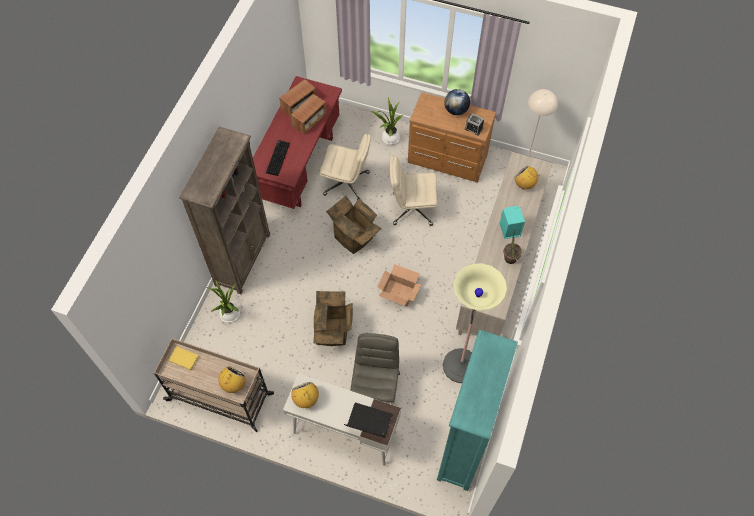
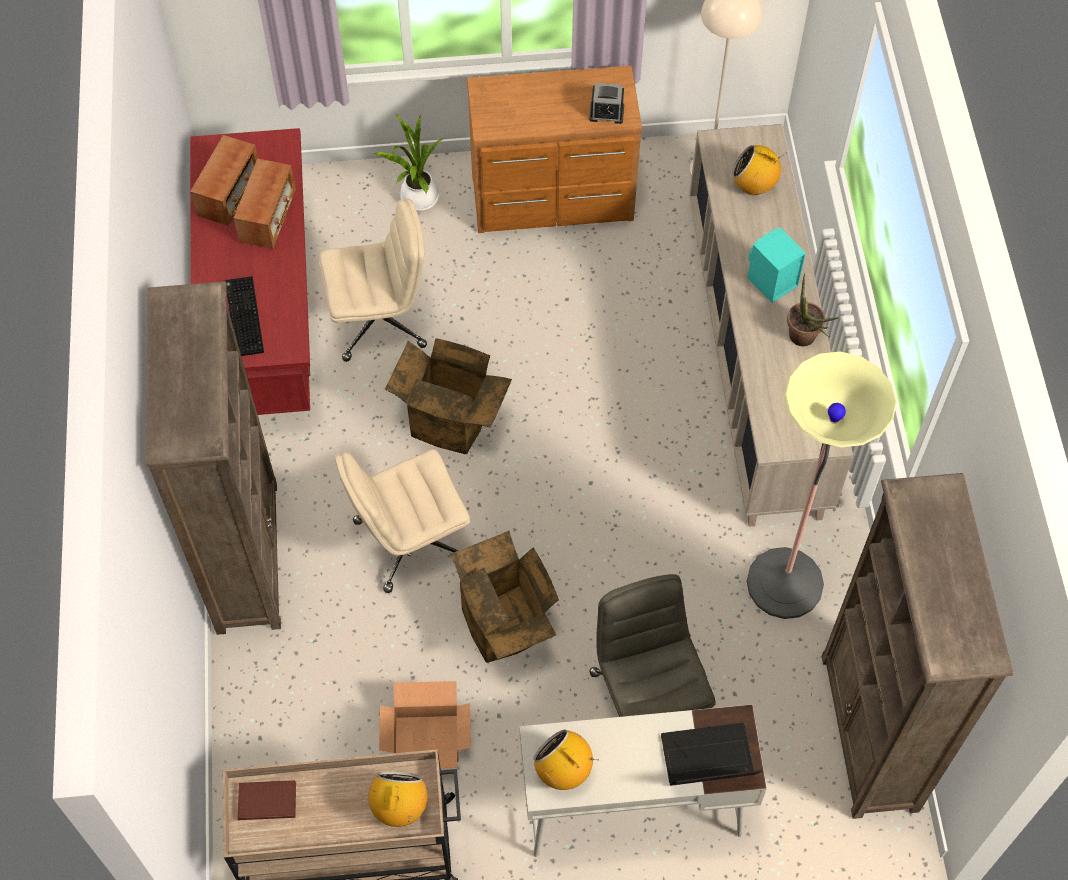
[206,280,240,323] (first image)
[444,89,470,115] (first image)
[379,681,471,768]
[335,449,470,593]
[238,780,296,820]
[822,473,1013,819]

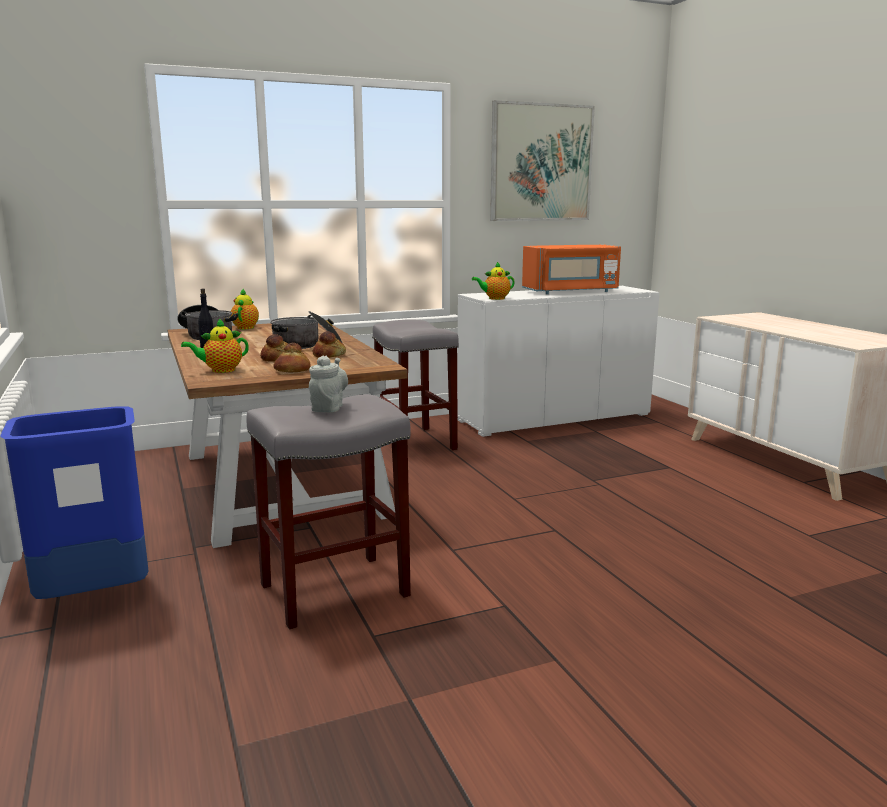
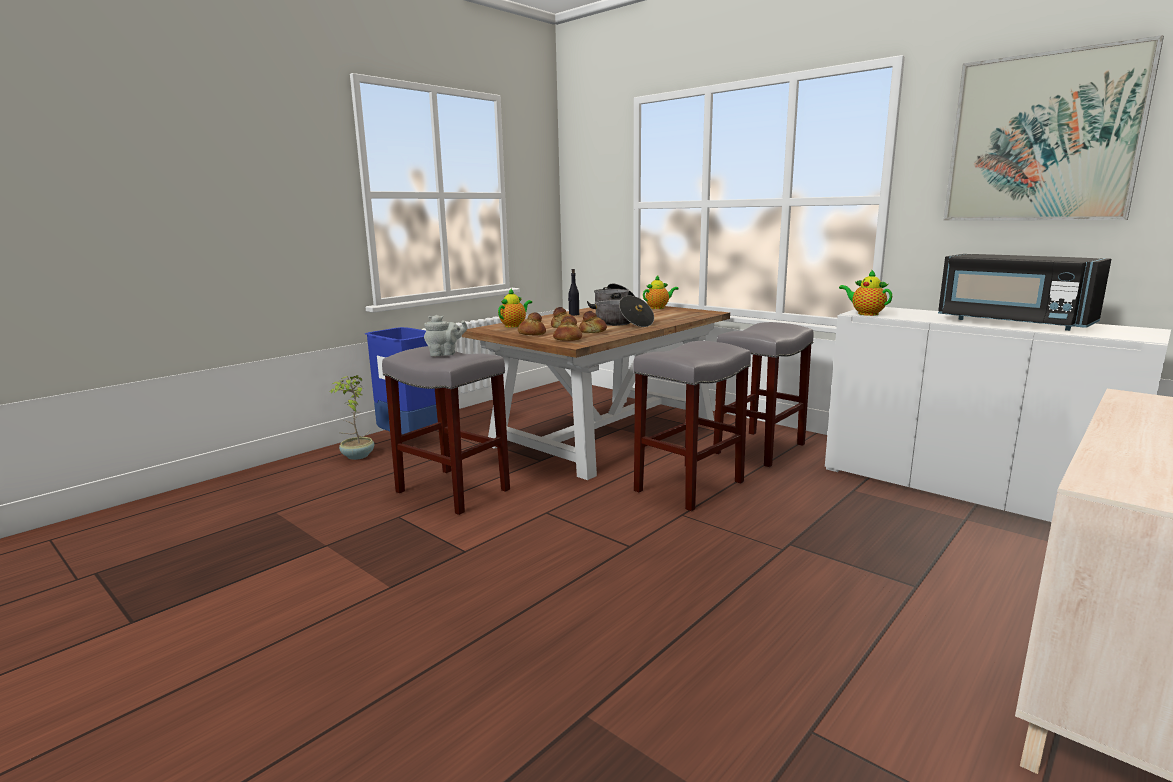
[330,375,375,460]
[553,317,582,341]
[633,341,751,511]
[938,254,1111,331]
[498,288,532,328]

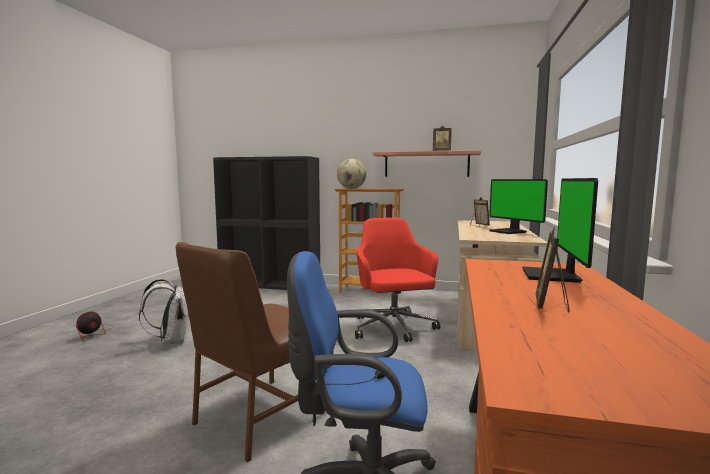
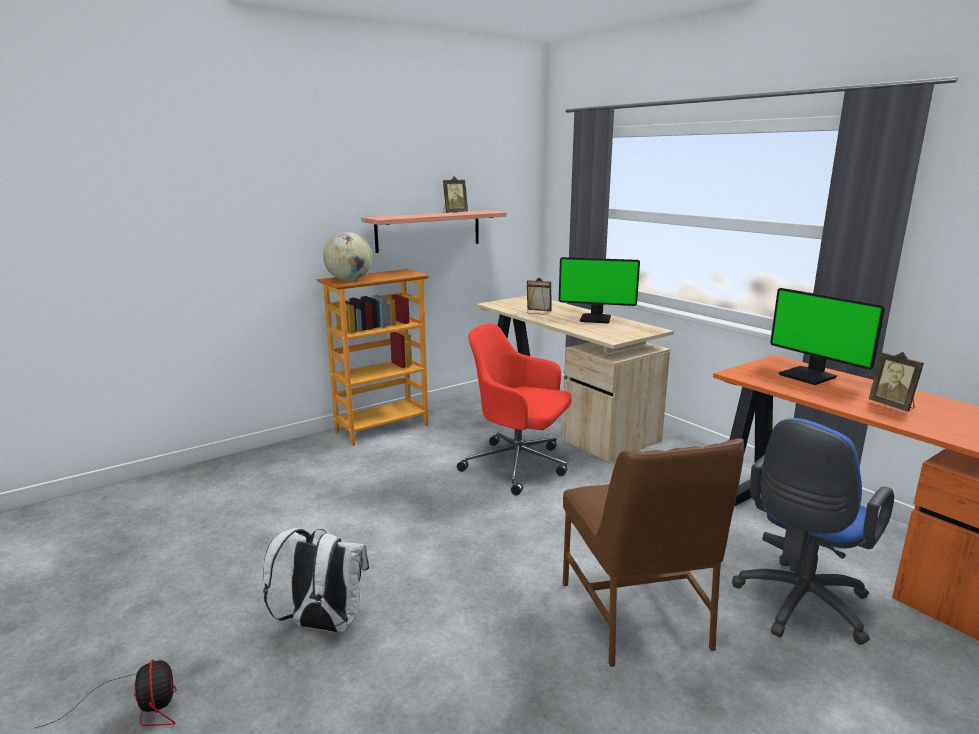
[213,156,320,290] (first image)

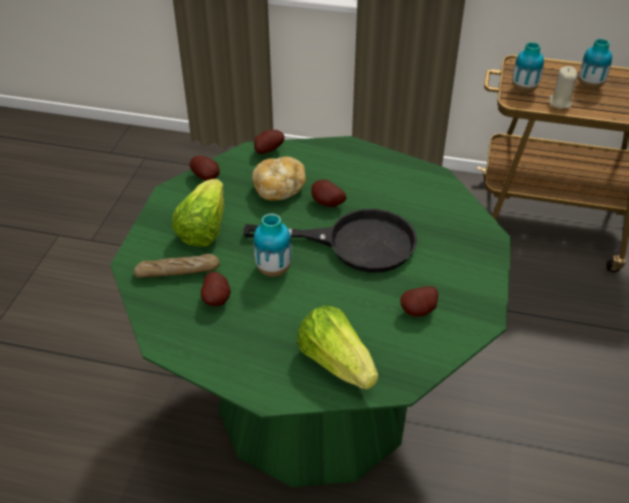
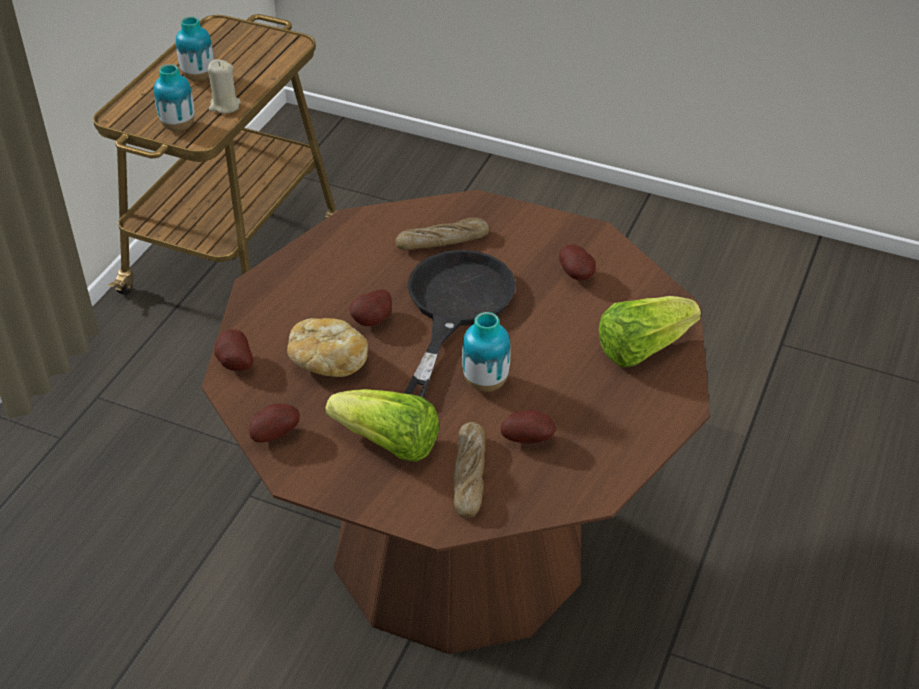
[395,218,489,250]
[202,190,710,654]

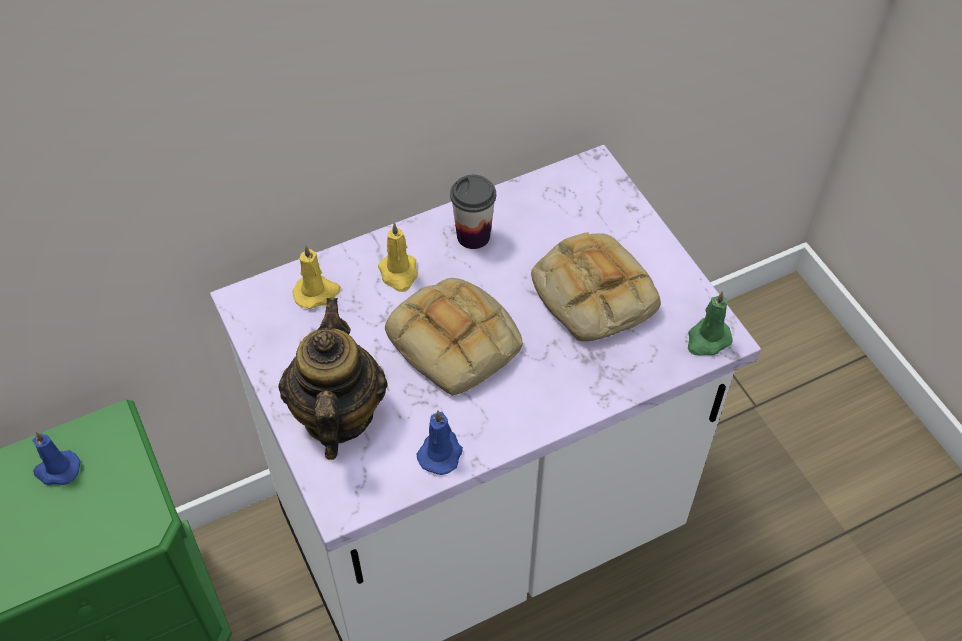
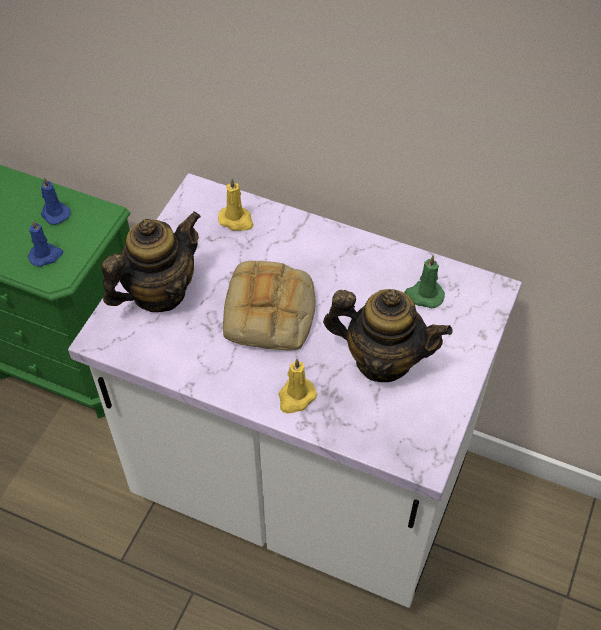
[450,175,496,249] (first image)
[278,359,317,413]
[28,220,63,267]
[404,255,445,308]
[323,289,453,382]

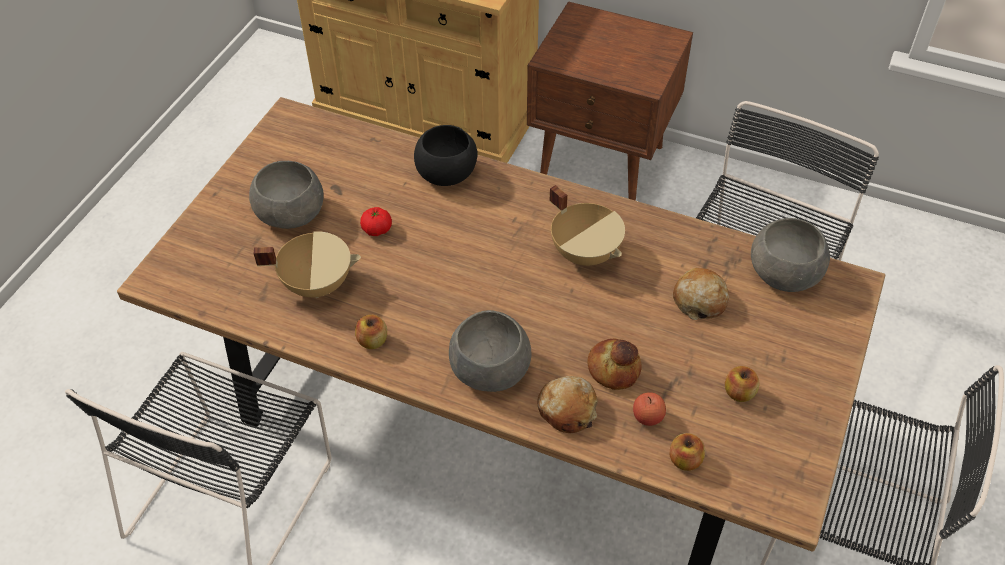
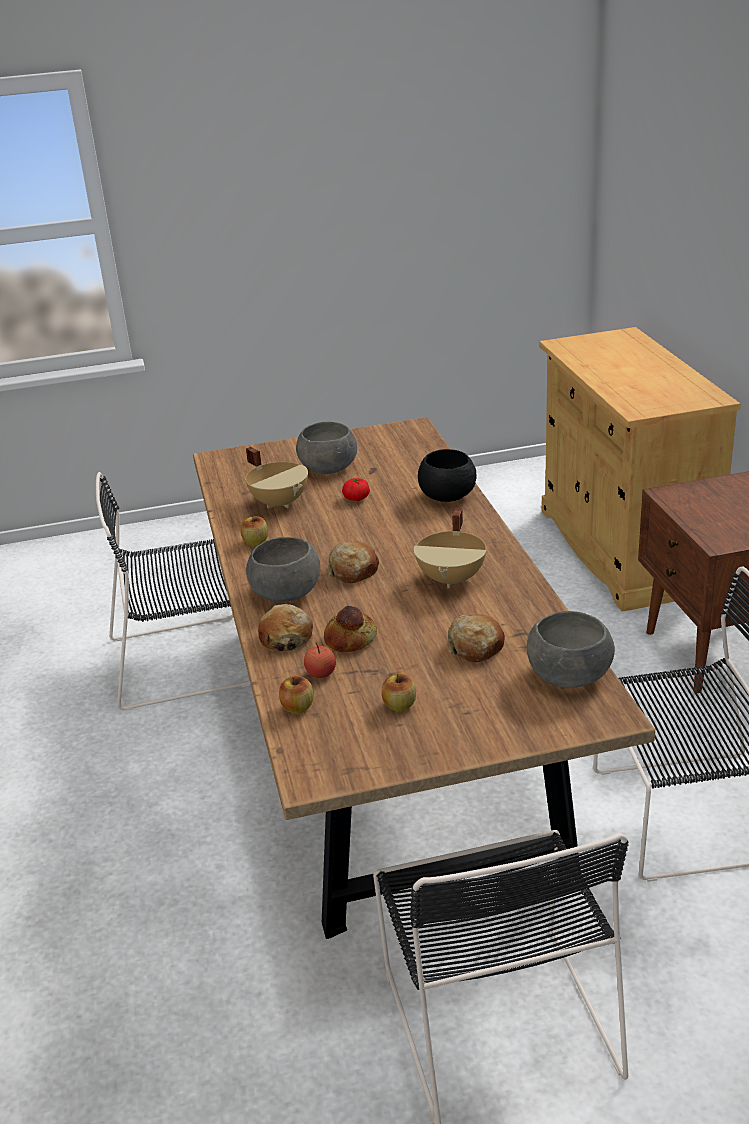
[328,541,379,583]

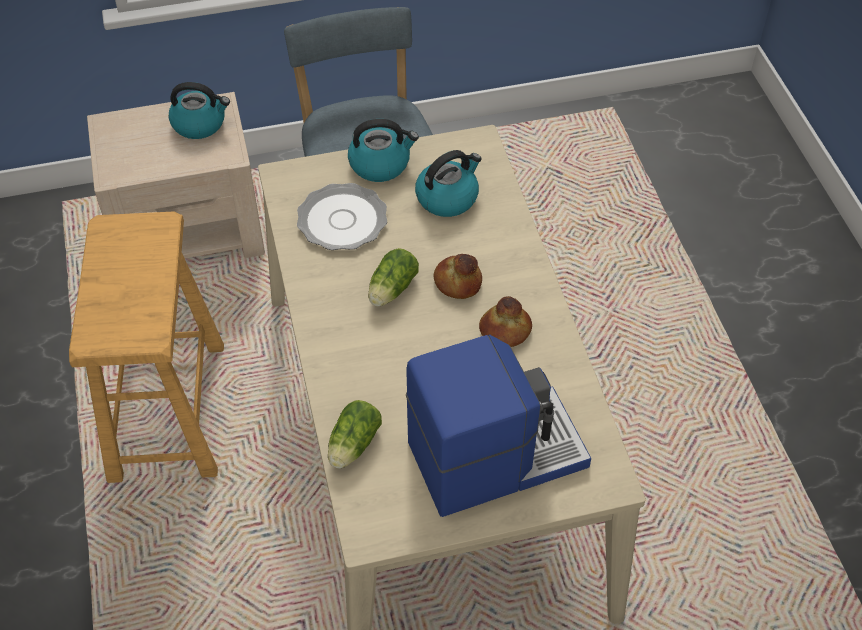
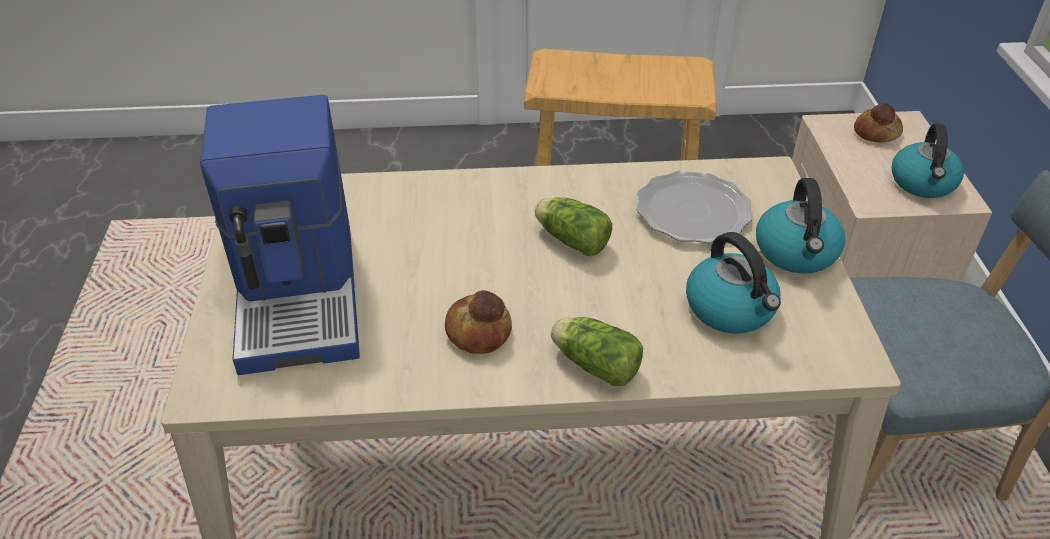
[551,317,643,386]
[854,103,903,142]

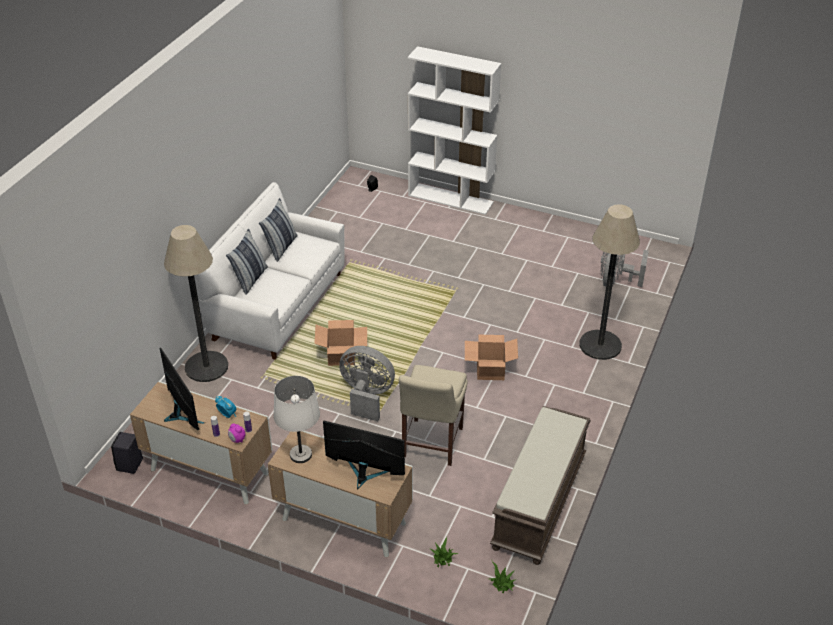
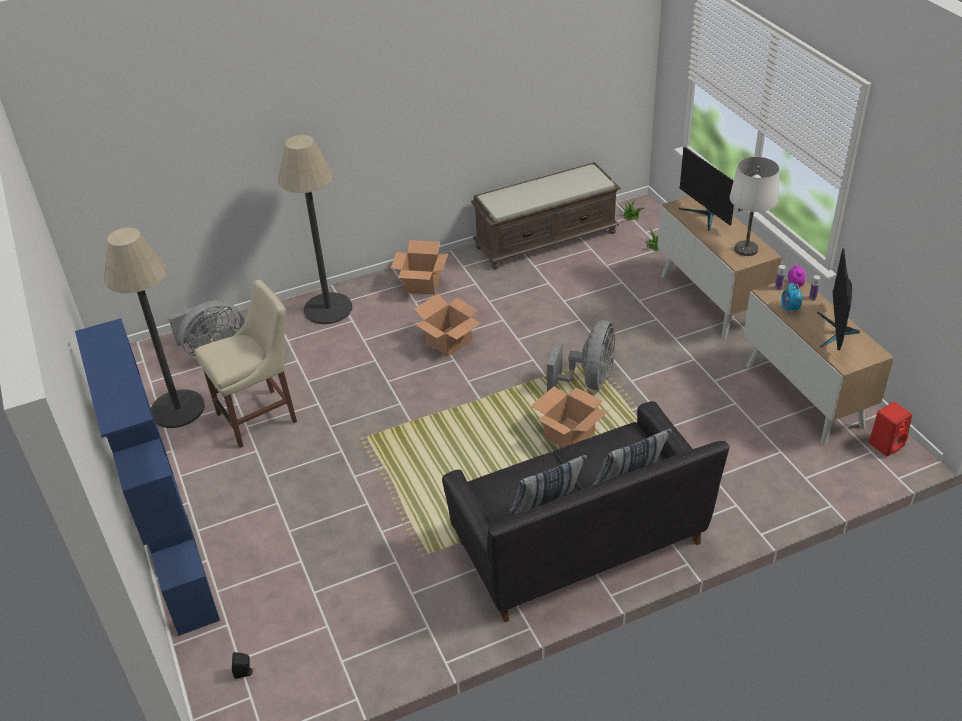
[391,240,448,294]
[104,228,205,428]
[194,280,297,448]
[869,402,912,456]
[442,401,729,622]
[75,318,220,636]
[547,320,615,392]

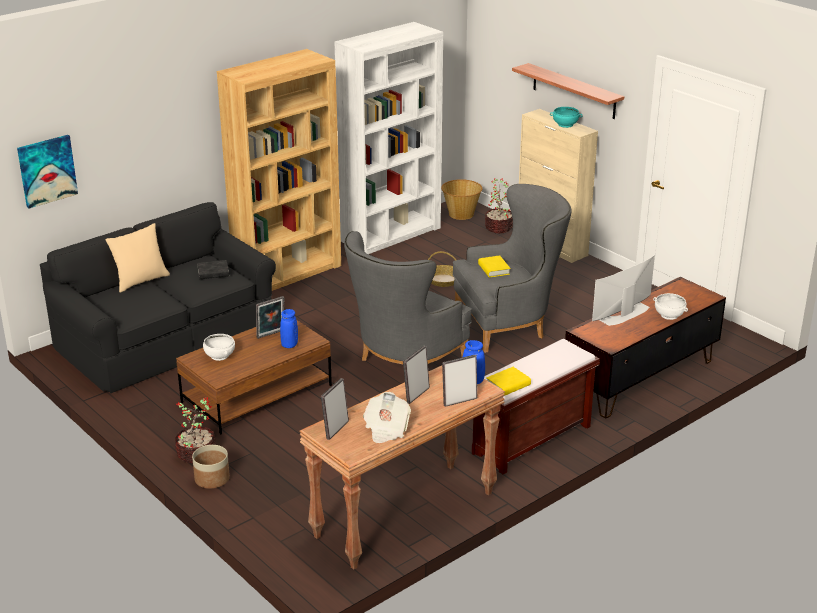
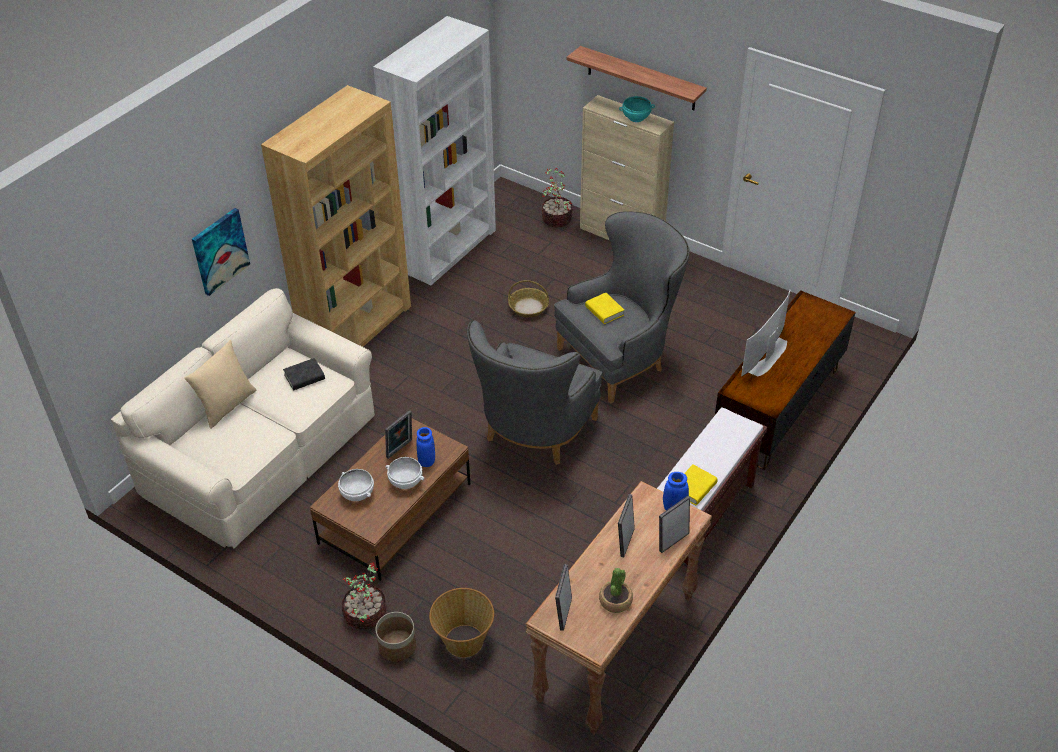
[192,208,250,296]
[429,588,494,657]
[385,457,424,489]
[599,568,633,613]
[111,288,375,549]

